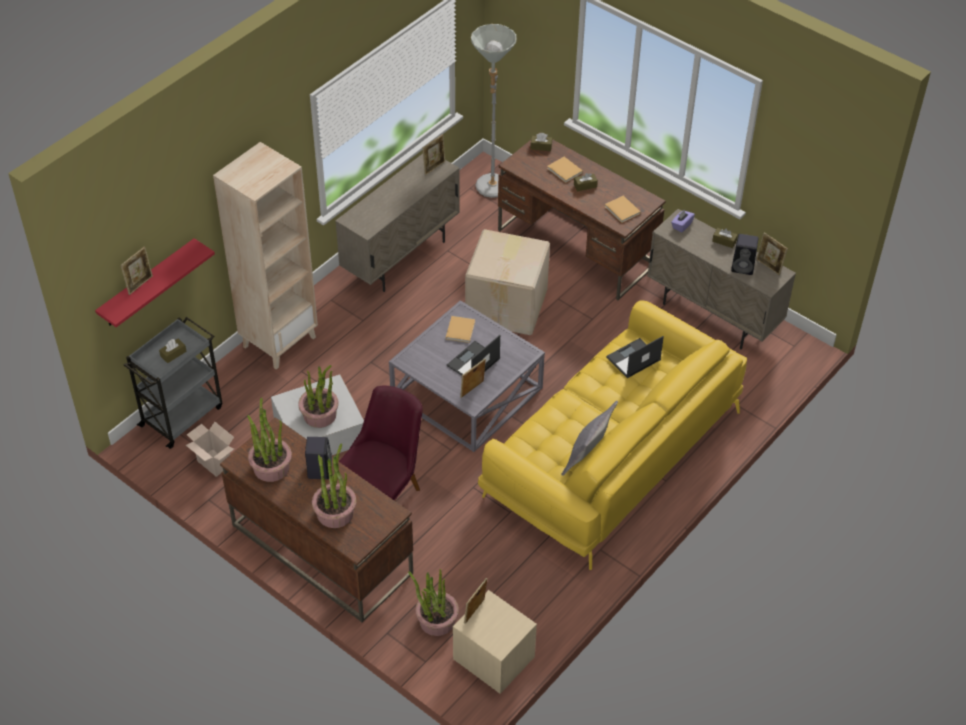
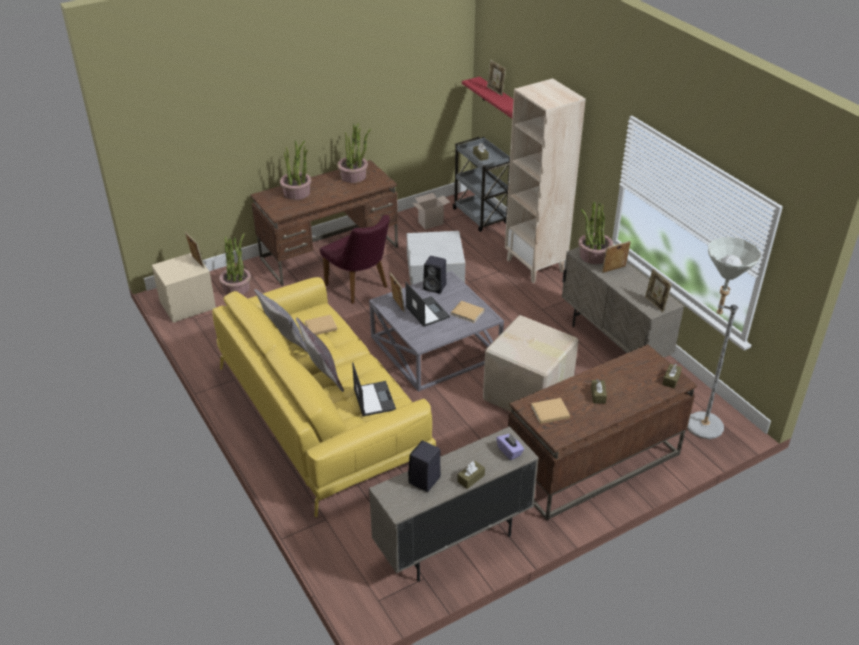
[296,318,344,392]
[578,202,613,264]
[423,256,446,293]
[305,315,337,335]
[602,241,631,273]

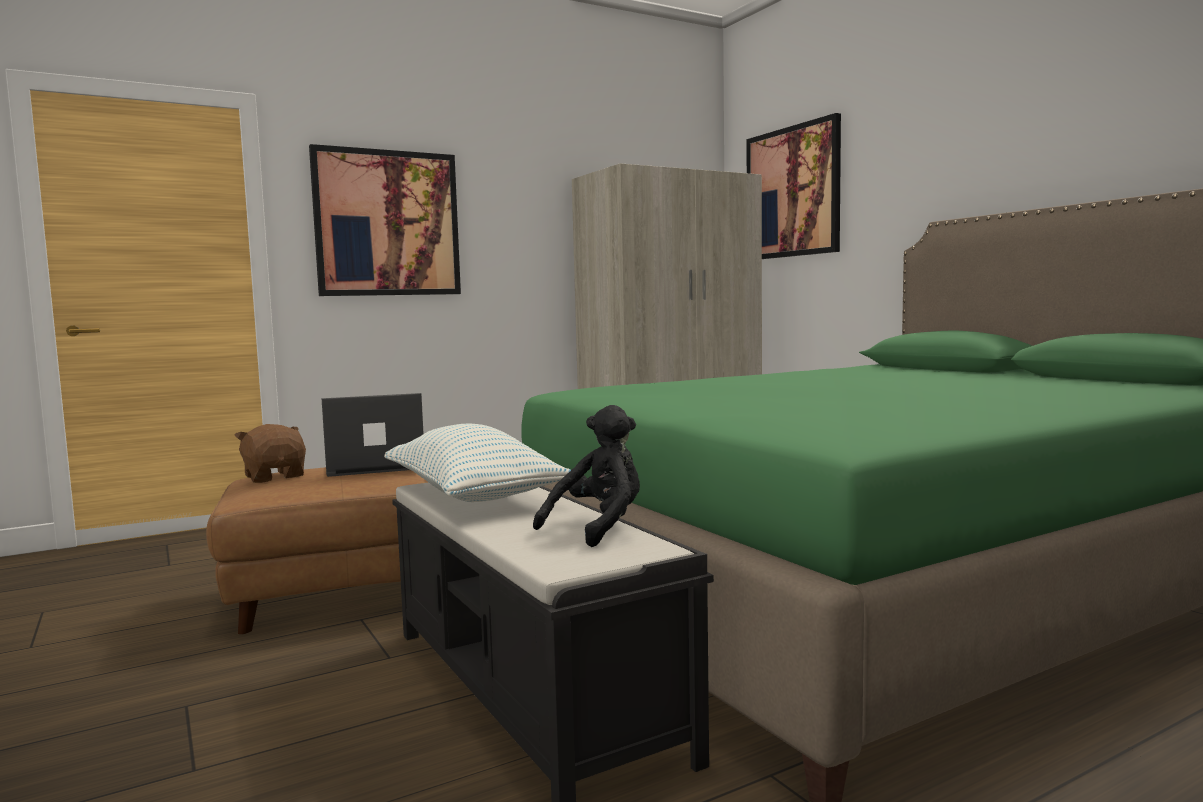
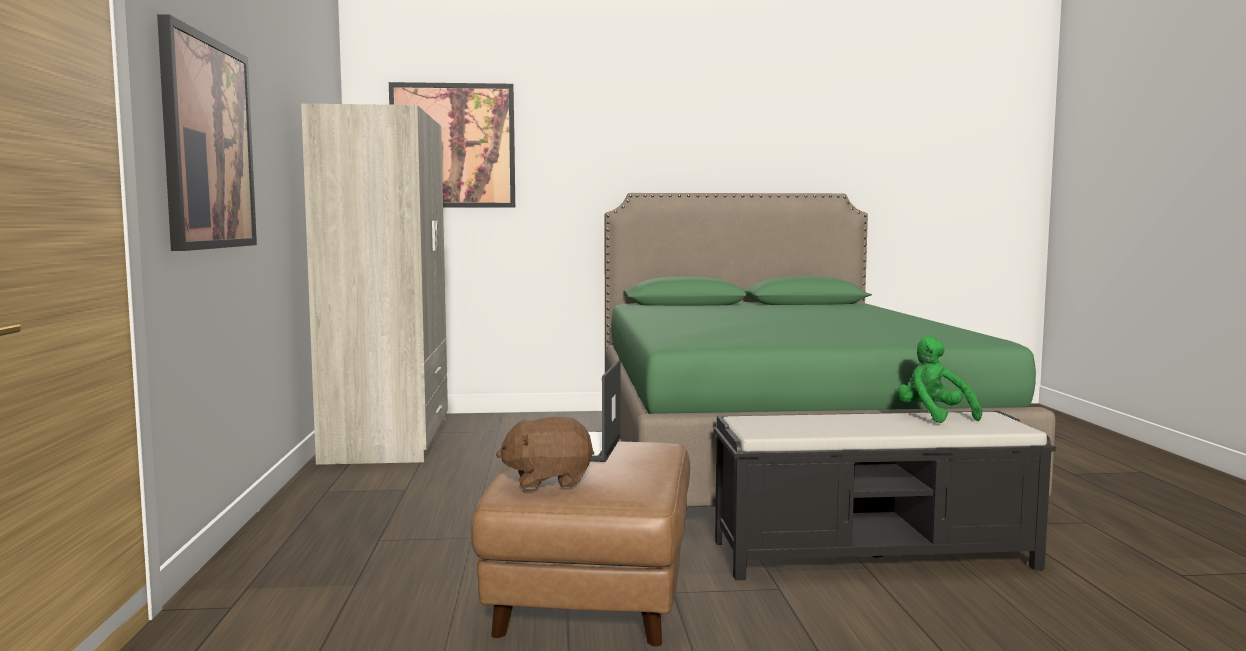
[384,424,571,502] (first image)
[897,336,982,423]

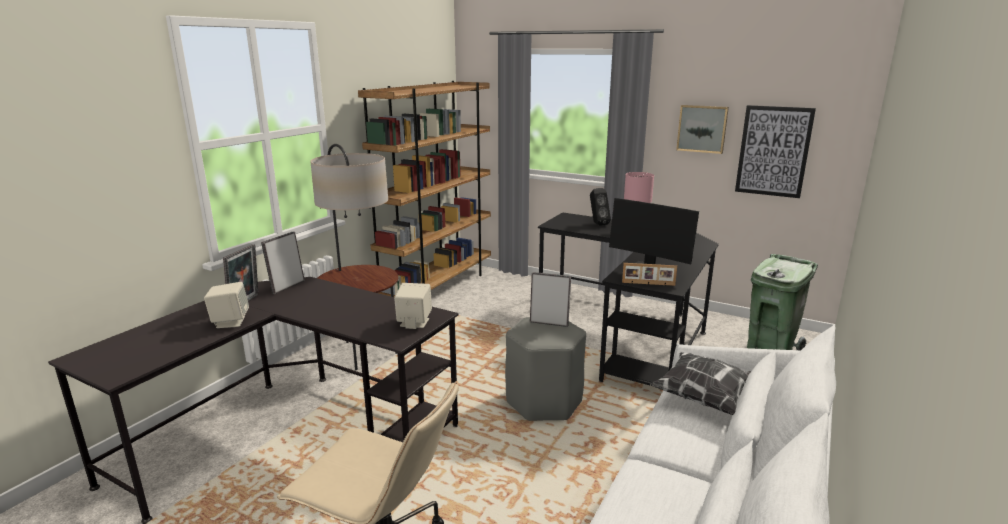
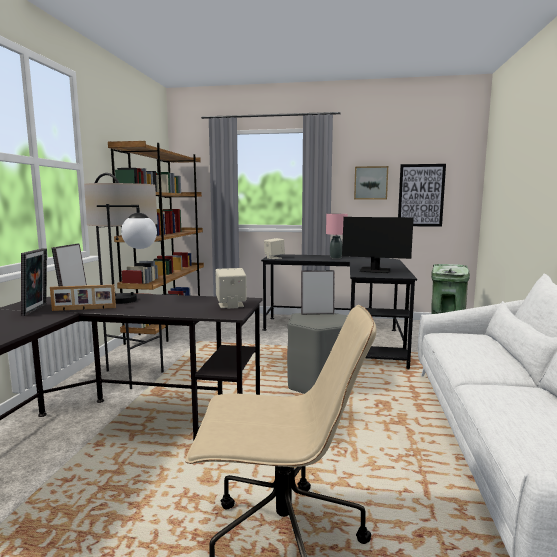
[590,188,611,226] (first image)
[650,352,751,415] (first image)
[97,204,157,304]
[264,238,285,259]
[50,285,116,311]

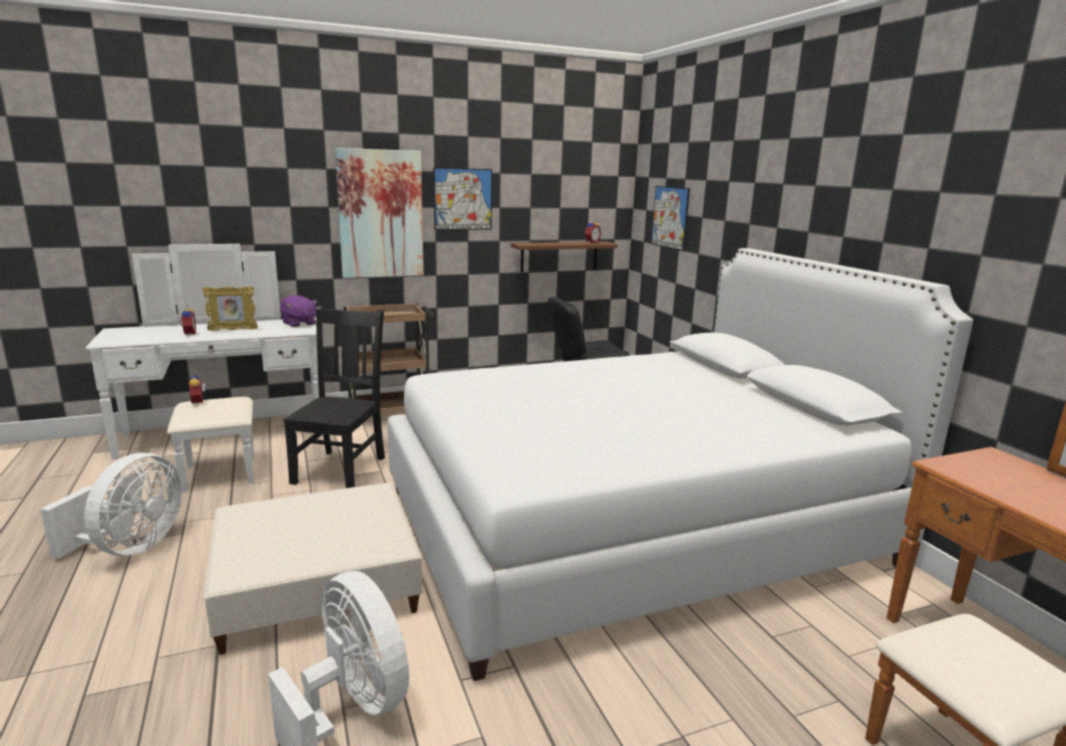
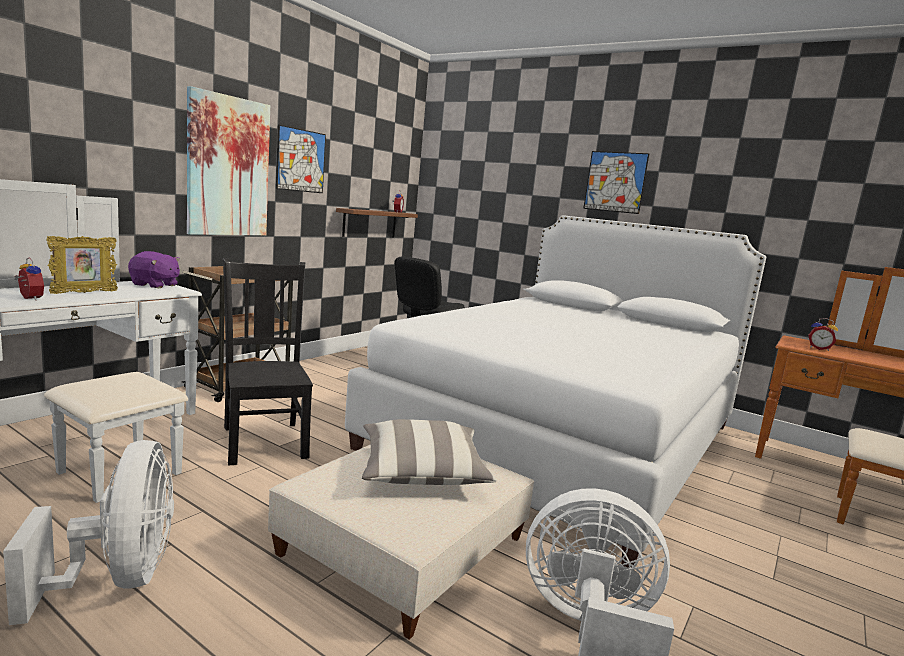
[362,419,497,485]
[808,318,838,351]
[583,151,649,214]

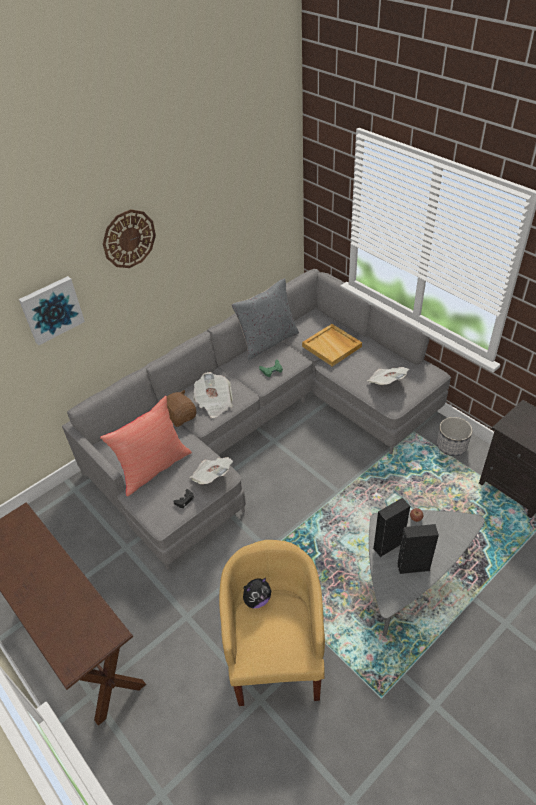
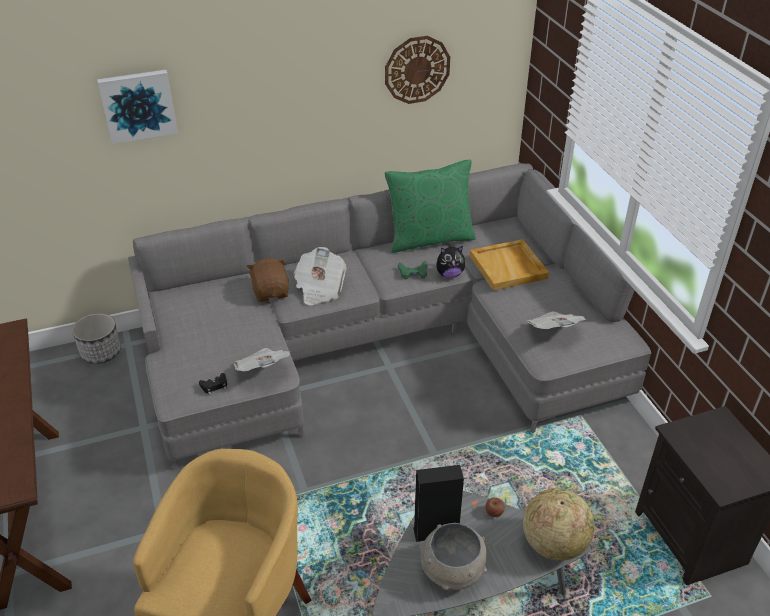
[100,396,192,496] (first image)
[523,488,595,561]
[385,36,450,104]
[436,246,465,278]
[72,313,121,364]
[419,523,487,590]
[385,160,476,253]

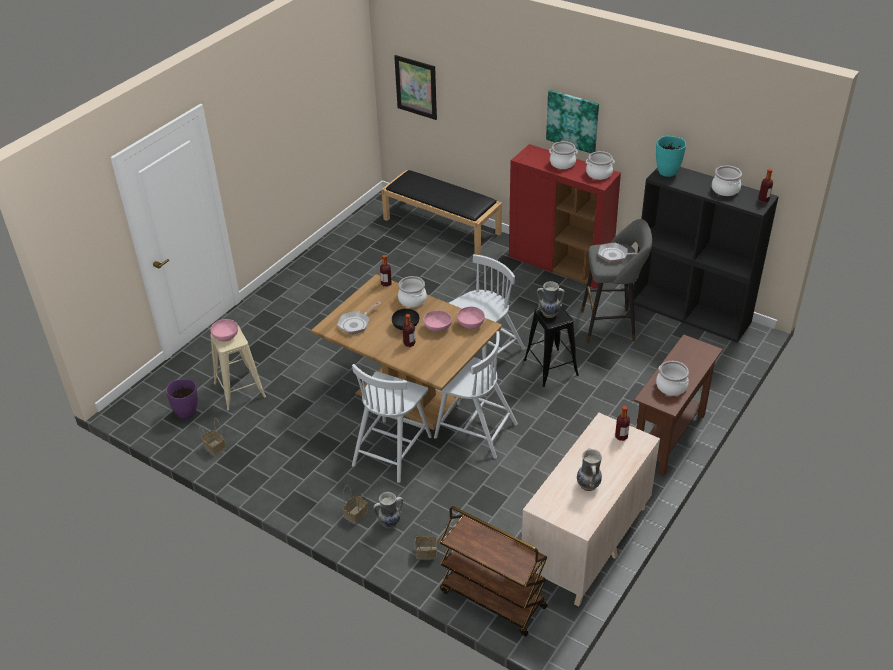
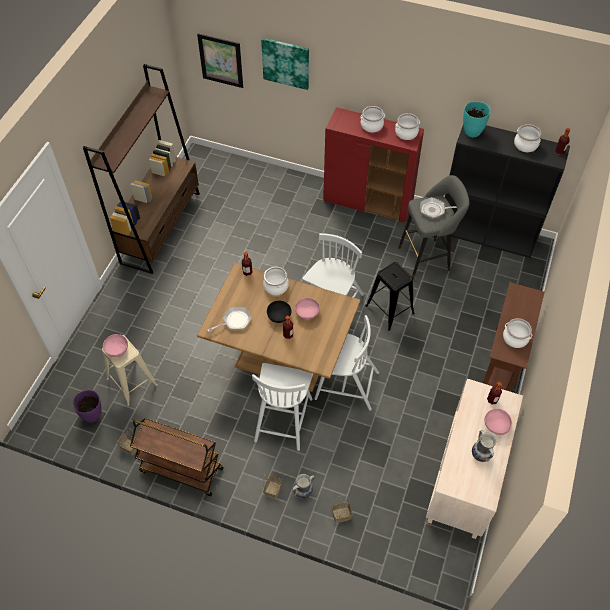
[381,170,502,255] (first image)
[537,281,565,318] (first image)
[83,64,200,274]
[130,418,224,496]
[485,408,512,435]
[261,38,309,90]
[207,307,252,332]

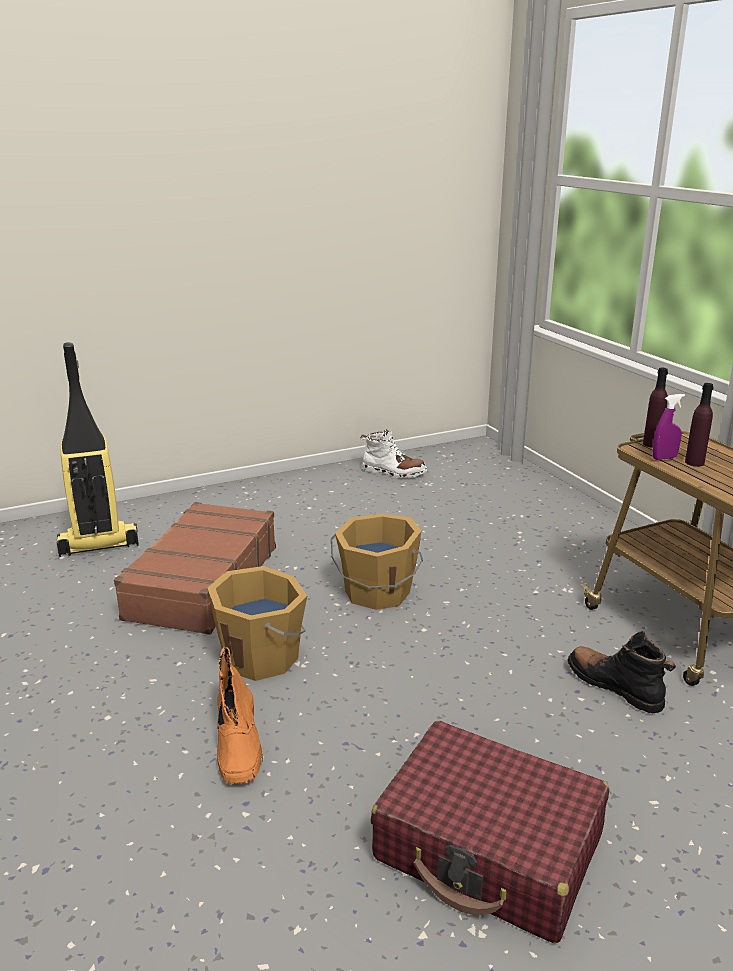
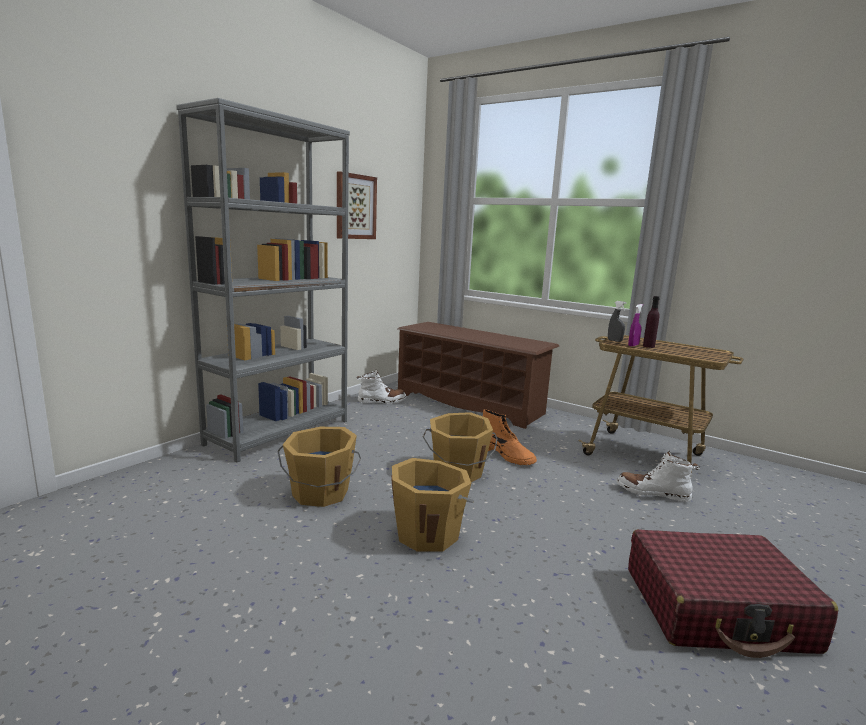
[57,342,139,557] (first image)
[177,98,350,462]
[337,172,377,239]
[397,322,559,429]
[483,409,537,465]
[278,427,361,507]
[608,301,627,342]
[616,451,700,502]

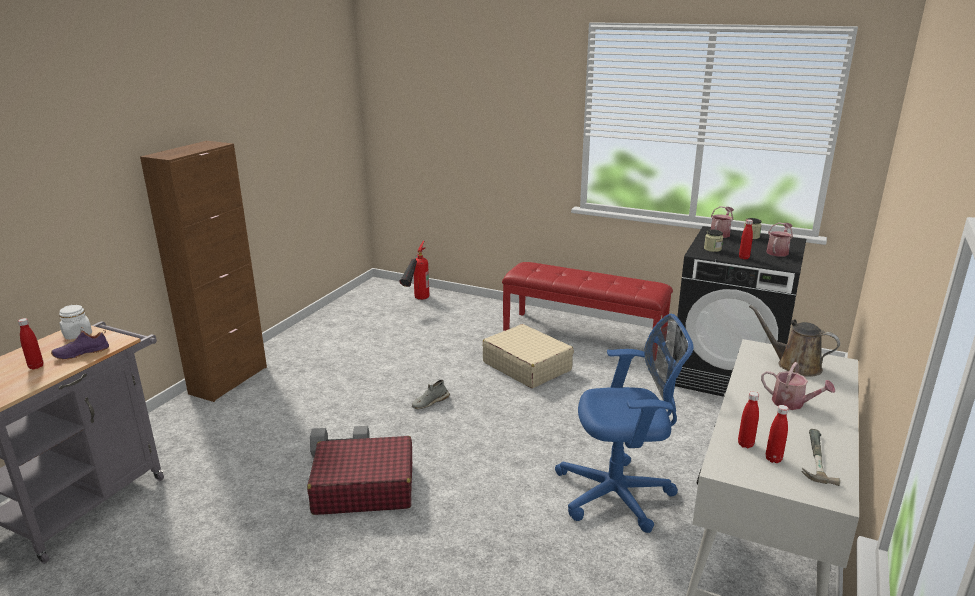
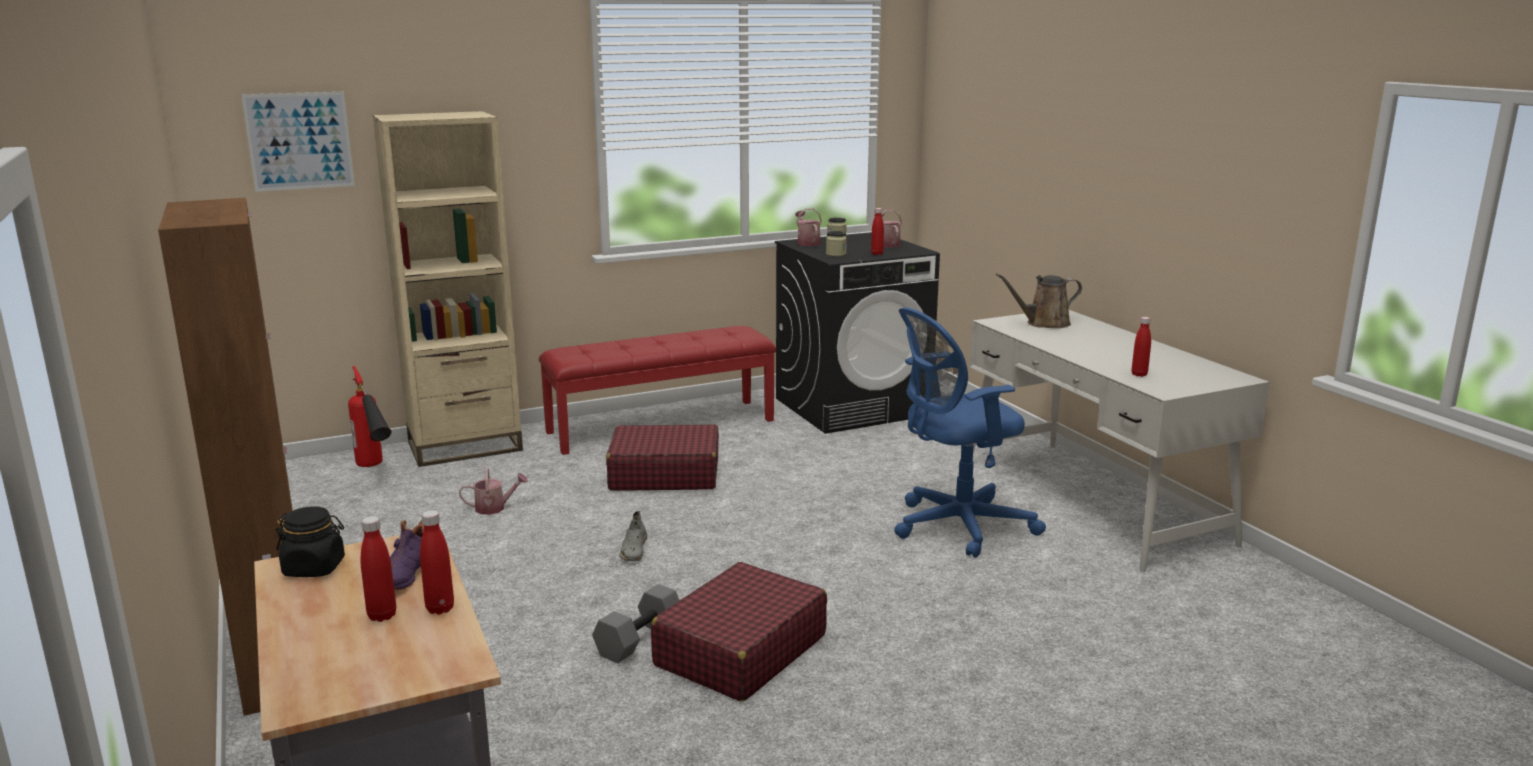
[802,429,840,486] (first image)
[241,92,355,192]
[373,111,523,467]
[459,467,528,515]
[420,510,454,615]
[276,506,345,577]
[606,424,719,491]
[894,307,1046,558]

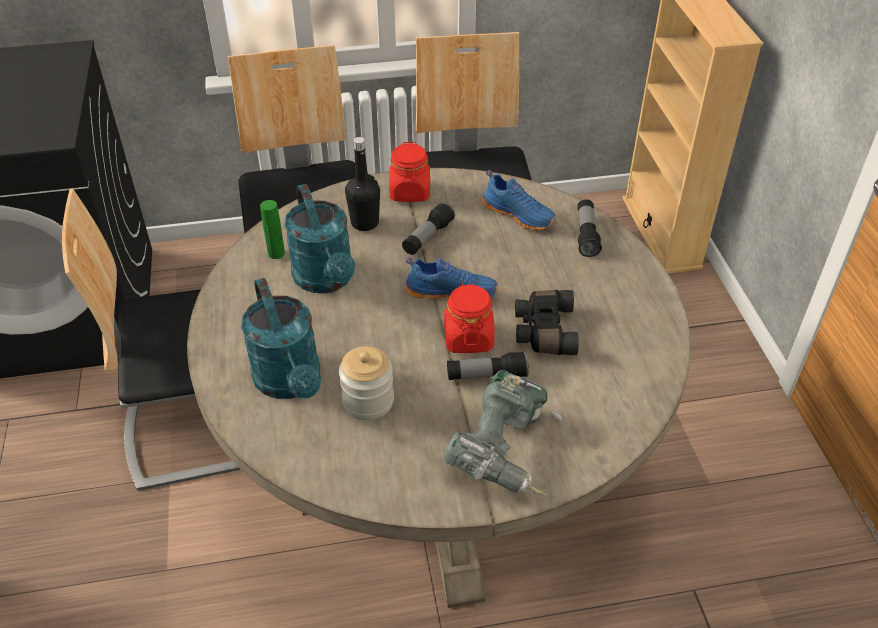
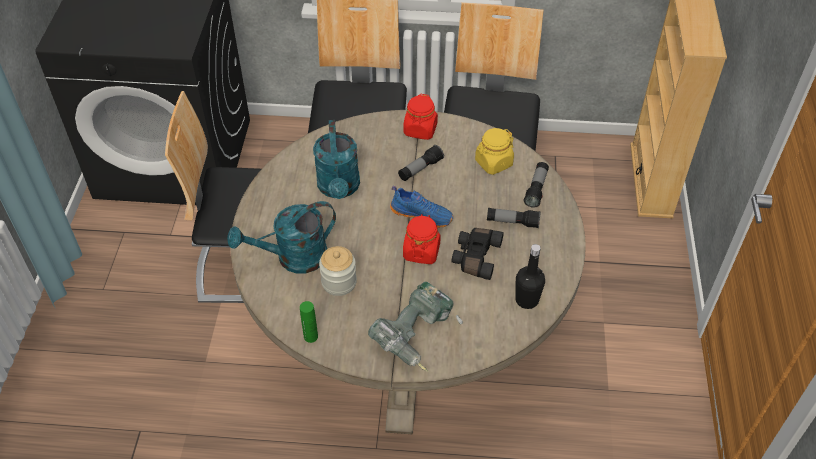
[300,301,318,343]
[515,244,545,309]
[487,208,541,228]
[475,128,514,175]
[227,201,336,274]

